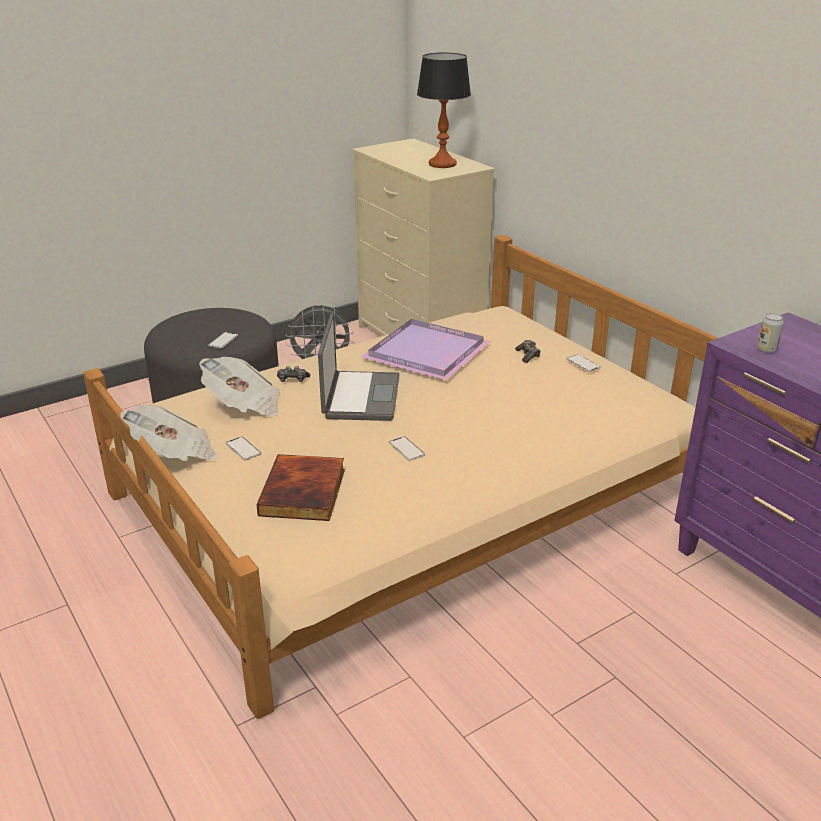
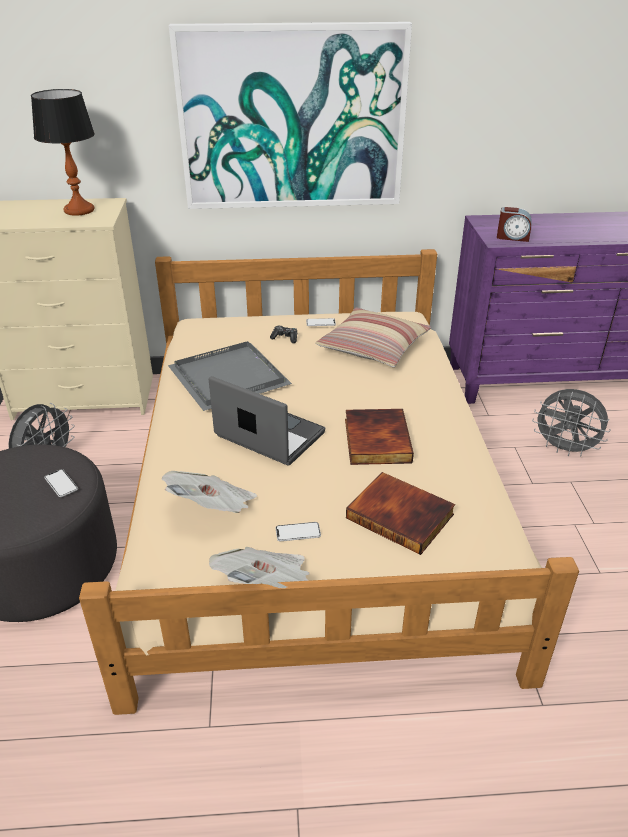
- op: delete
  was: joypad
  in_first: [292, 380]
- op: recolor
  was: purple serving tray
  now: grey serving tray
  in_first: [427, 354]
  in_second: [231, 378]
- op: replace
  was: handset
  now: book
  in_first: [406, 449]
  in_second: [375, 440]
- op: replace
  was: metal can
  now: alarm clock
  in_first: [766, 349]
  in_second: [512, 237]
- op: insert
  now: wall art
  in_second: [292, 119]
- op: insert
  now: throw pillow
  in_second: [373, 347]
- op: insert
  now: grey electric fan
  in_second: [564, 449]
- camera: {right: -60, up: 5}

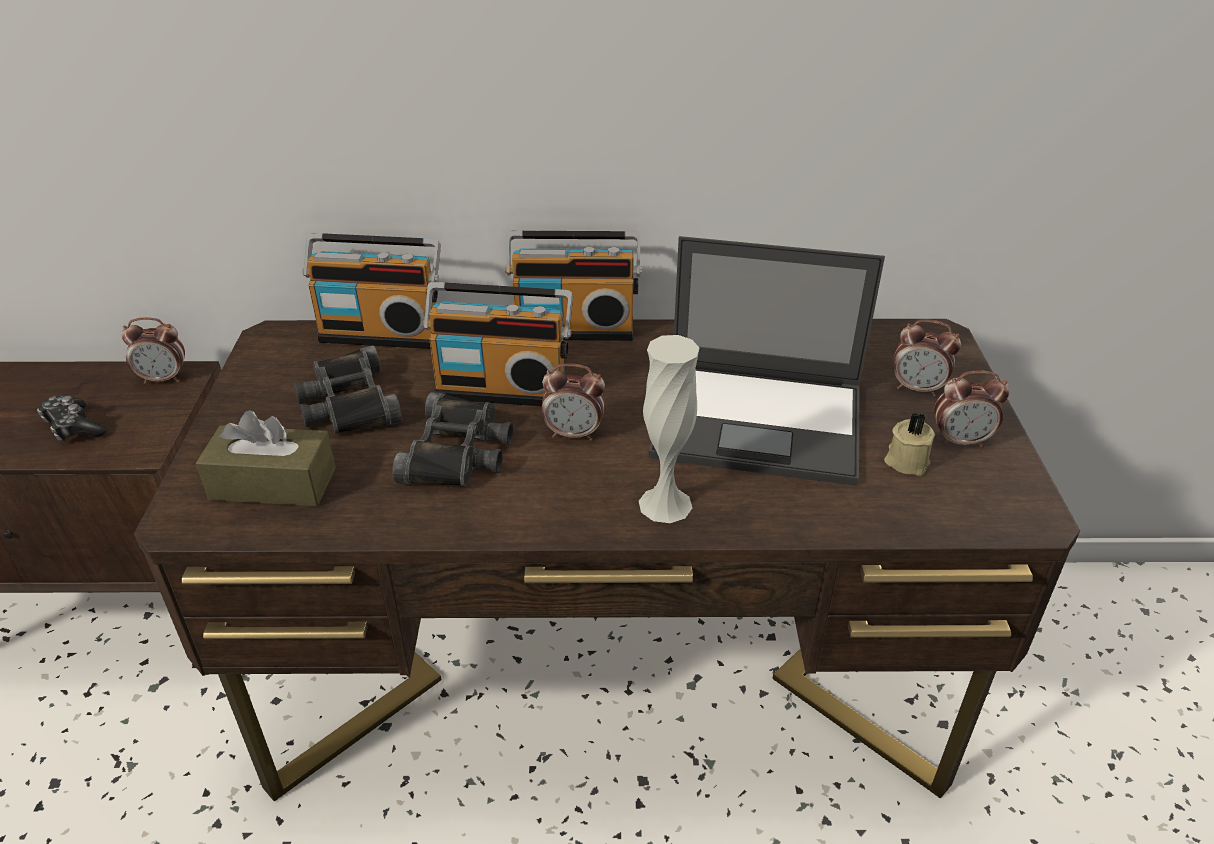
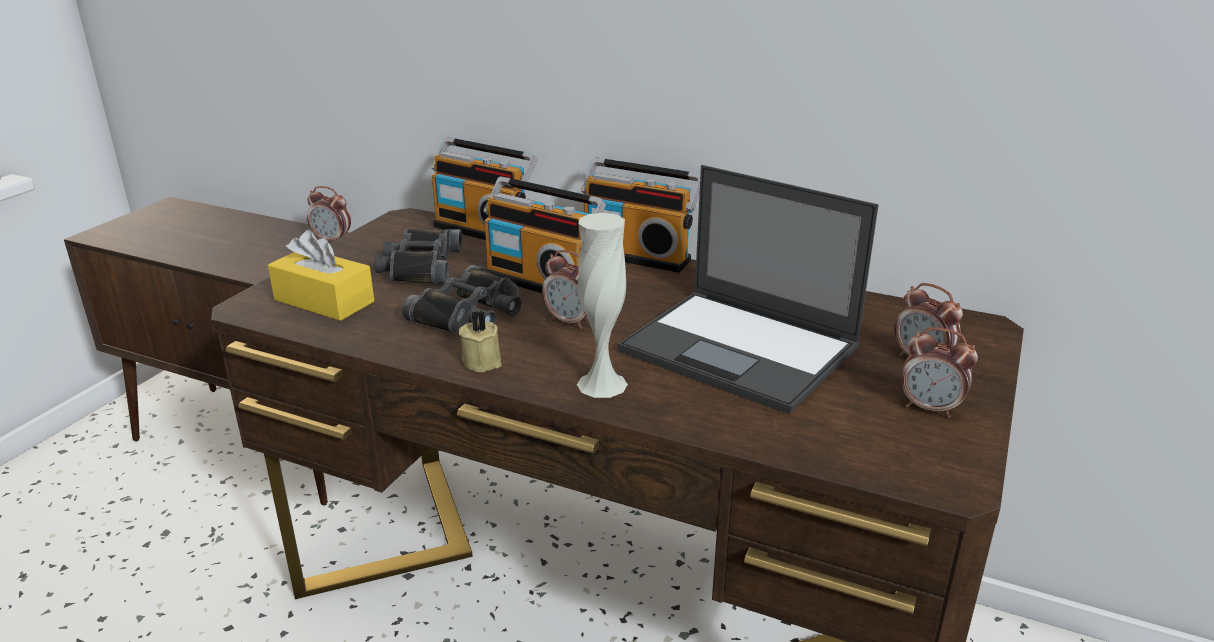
- op: delete
  was: joypad
  in_first: [74, 427]
- op: recolor
  was: brownish tissue holder
  now: yellow-coloured tissue holder
  in_first: [273, 483]
  in_second: [324, 301]
- op: move
  was: beige candle
  in_first: [906, 460]
  in_second: [483, 361]
- camera: {right: 25, up: -10}

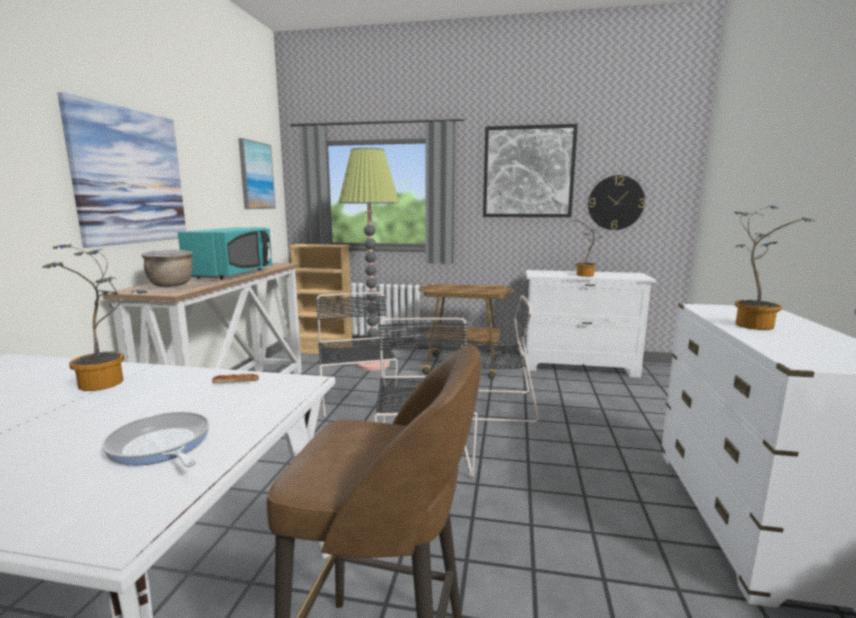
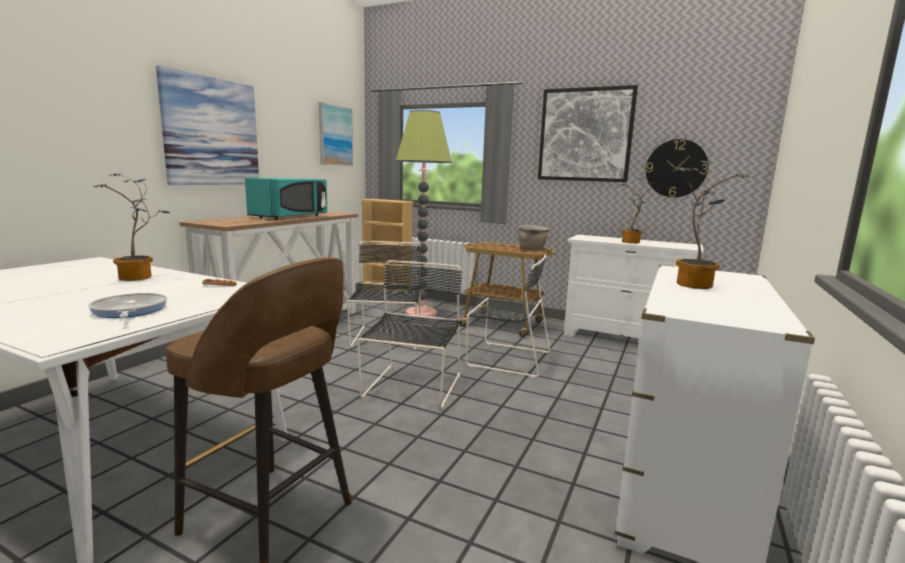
- op: move
  was: brownish cooking pot
  in_first: [171, 285]
  in_second: [532, 249]
- camera: {right: 15, up: 0}

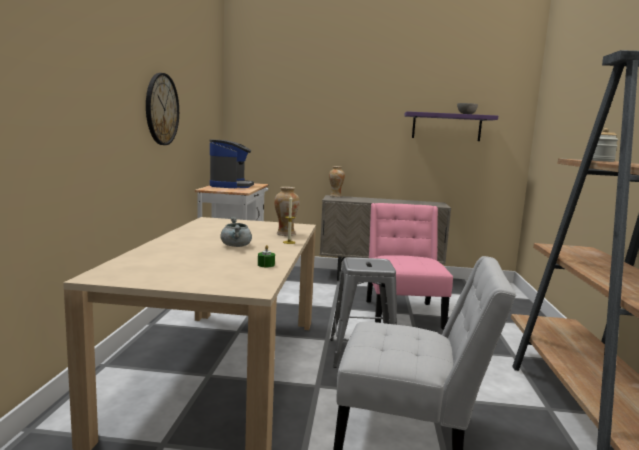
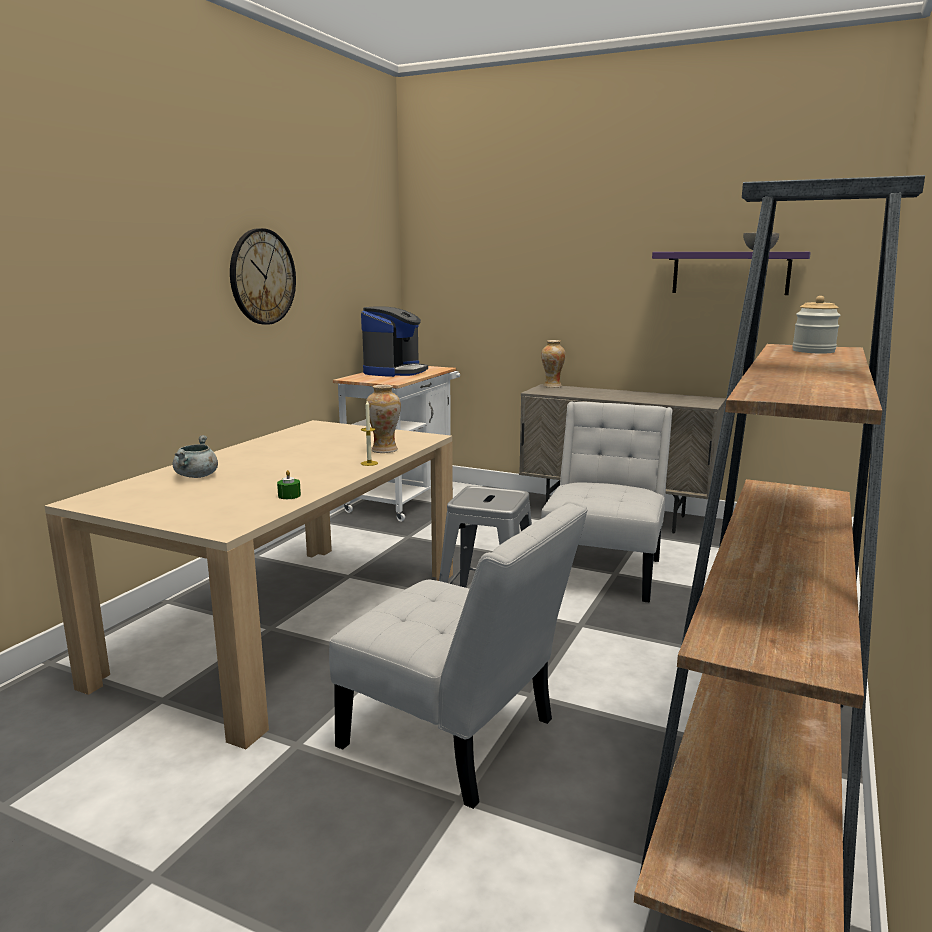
- op: move
  was: grey cooking pot
  in_first: [236, 246]
  in_second: [197, 476]
- op: recolor
  was: pink-coloured plain chair
  now: whitish plain chair
  in_first: [403, 312]
  in_second: [604, 570]
- camera: {right: 20, up: 5}

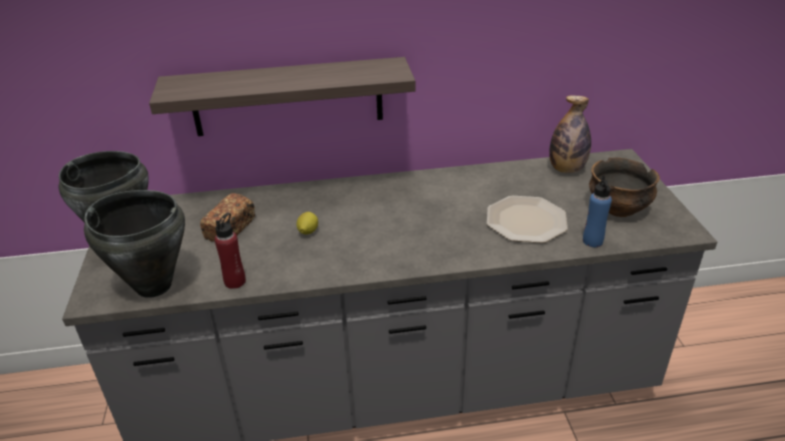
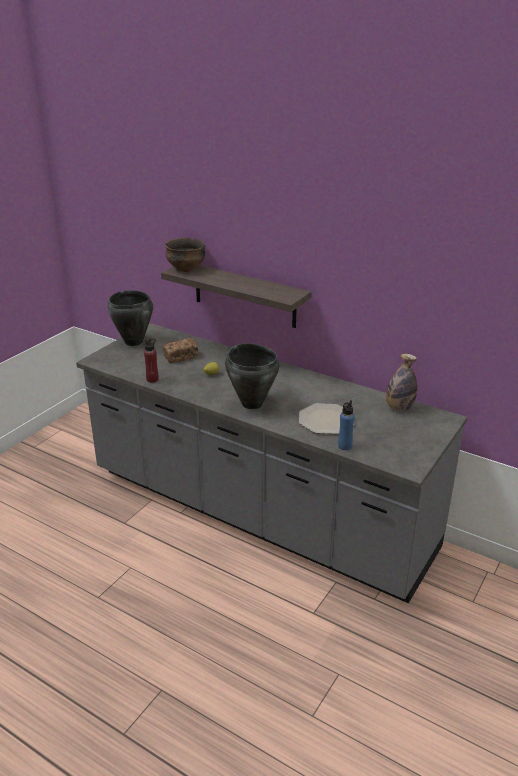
- op: move
  was: black cooking pot
  in_first: [153, 285]
  in_second: [252, 403]
- op: move
  was: deep dish
  in_first: [618, 208]
  in_second: [186, 268]
- camera: {right: 40, up: -5}

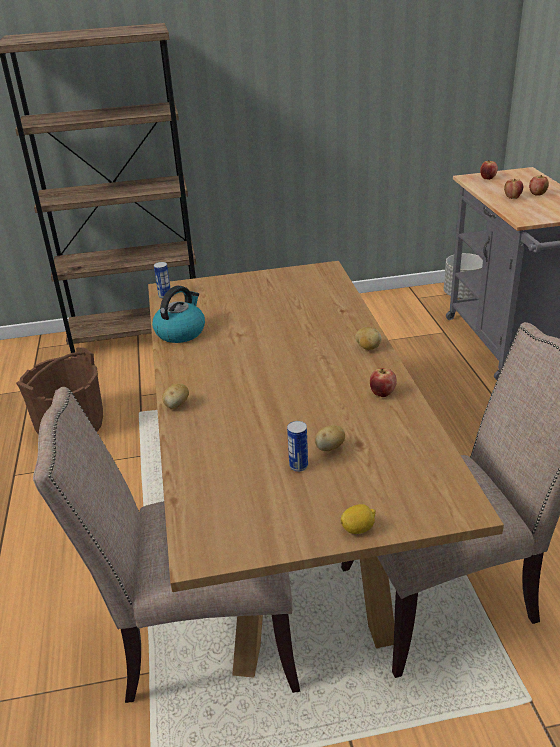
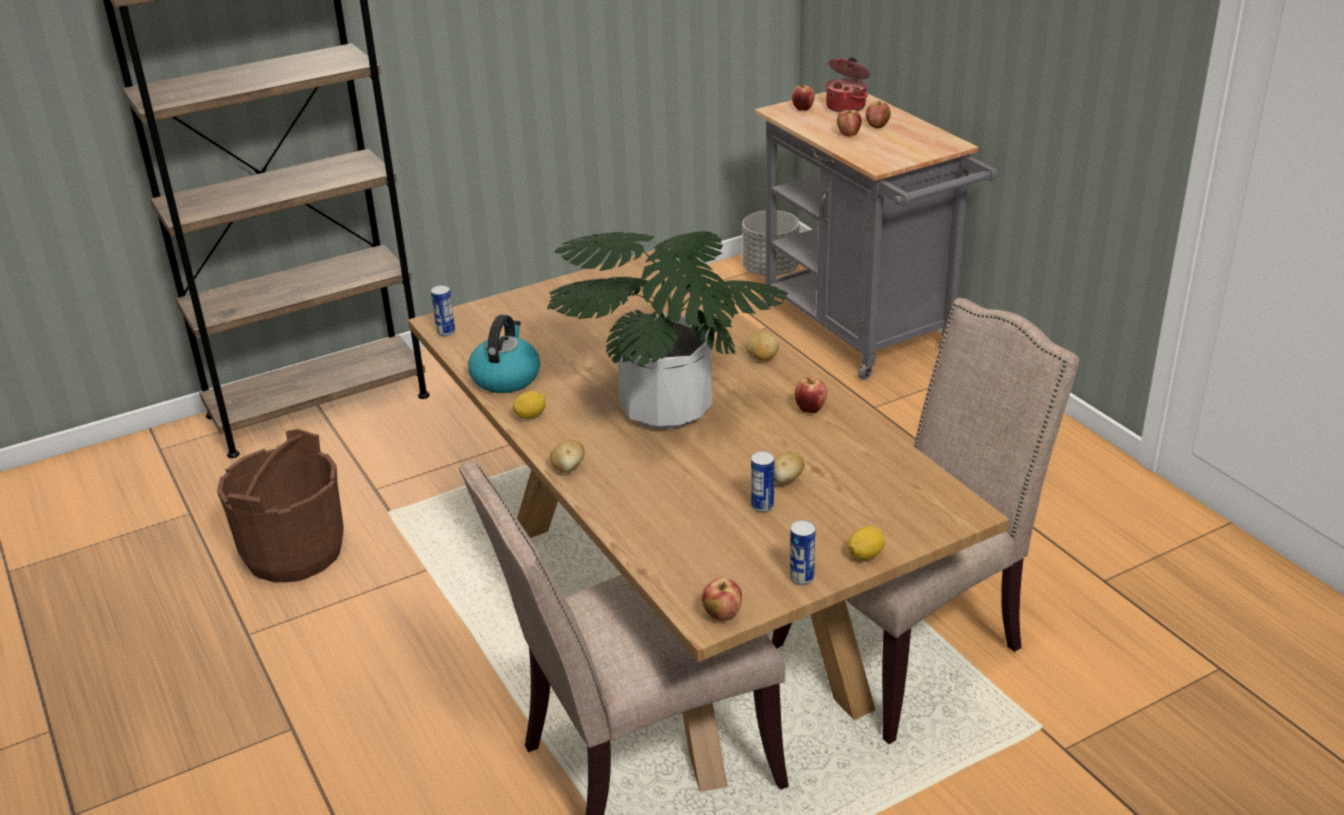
- op: insert
  now: whole lemon
  in_second: [530, 415]
- op: insert
  now: houseplant
  in_second: [667, 409]
- op: insert
  now: apple
  in_second: [722, 615]
- op: insert
  now: metal can
  in_second: [801, 578]
- op: insert
  now: cooking pot
  in_second: [846, 106]
- camera: {right: -20, up: 0}

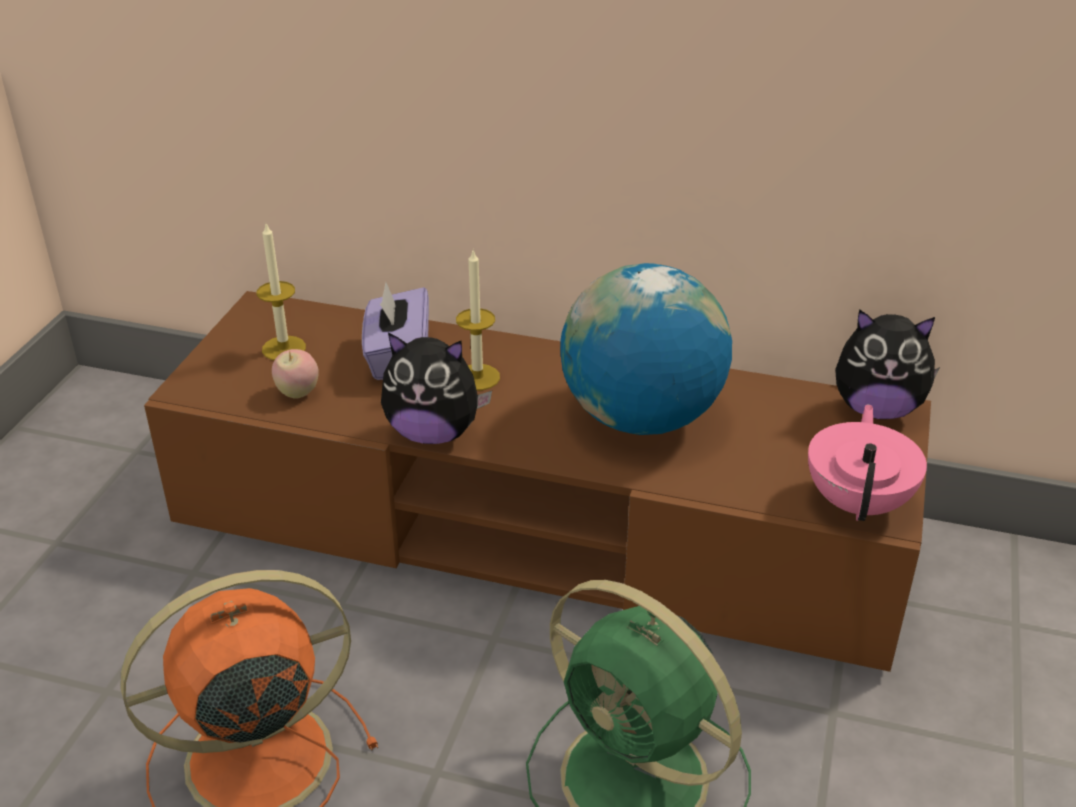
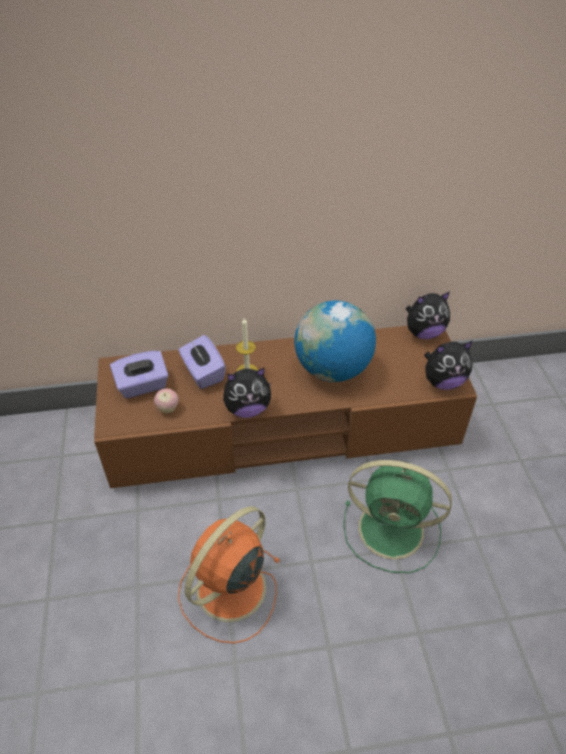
- op: replace
  was: candle
  now: purple tissue holder
  in_first: [284, 348]
  in_second: [143, 386]
- op: replace
  was: pink-coloured tea pot
  now: soft toy
  in_first: [859, 502]
  in_second: [443, 382]
- camera: {right: -25, up: 10}

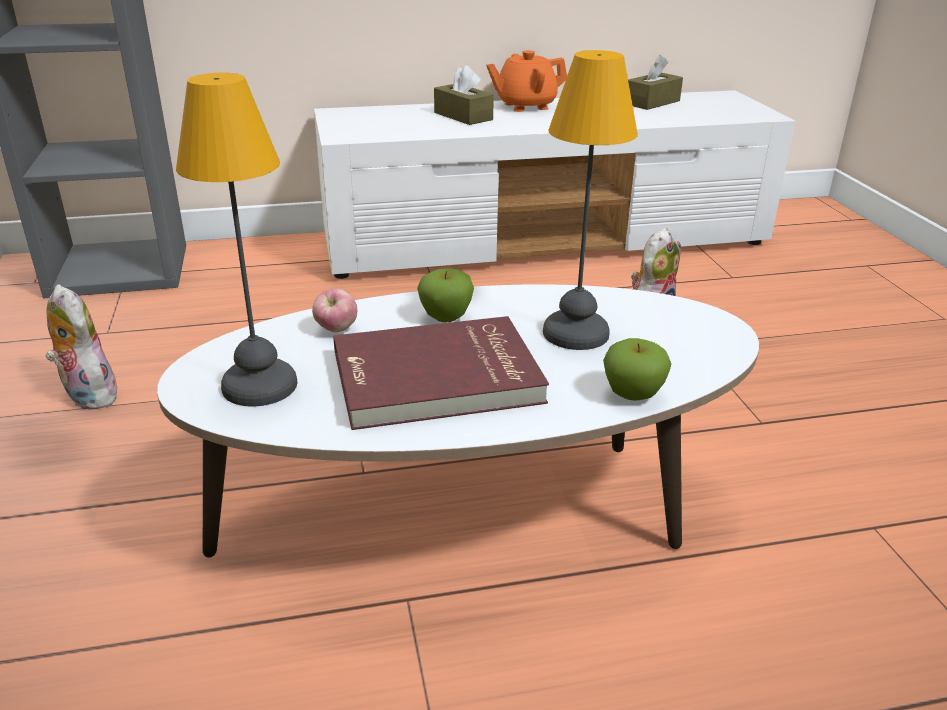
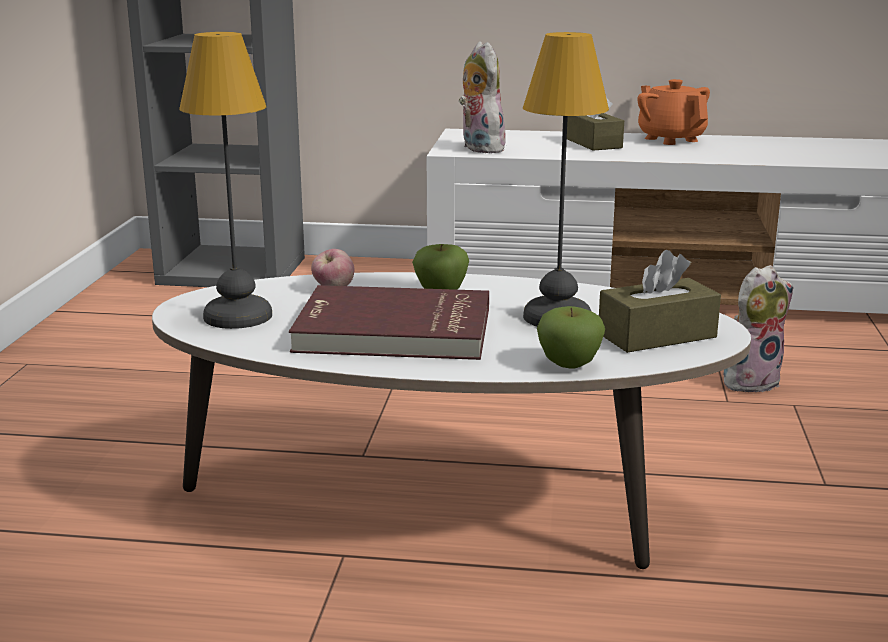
- op: move
  was: soft toy
  in_first: [87, 396]
  in_second: [479, 148]
- op: rotate
  was: orange tea pot
  in_first: [525, 106]
  in_second: [671, 139]
  clockwise: 60
- op: move
  was: brownish tissue holder
  in_first: [652, 102]
  in_second: [657, 335]
- camera: {right: 20, up: -10}

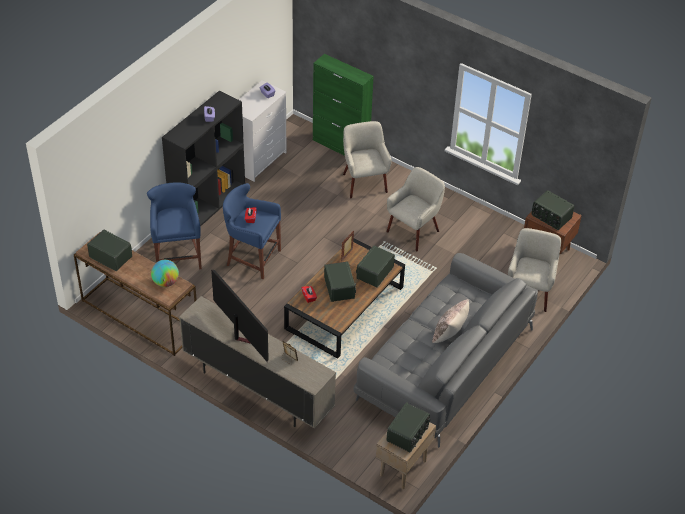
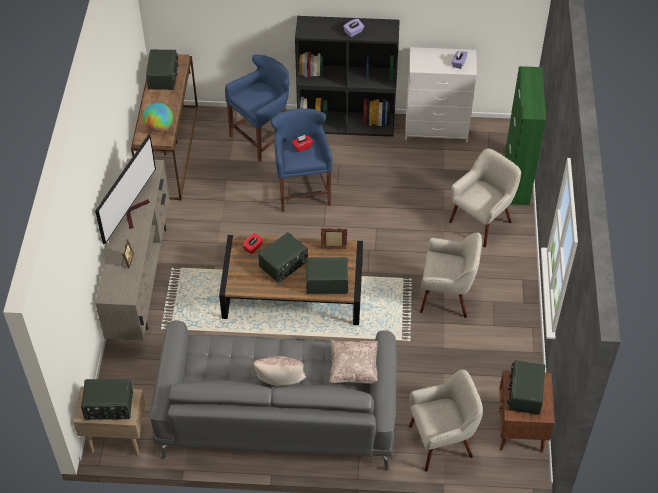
- op: insert
  now: beige throw pillow
  in_second: [354, 369]
- camera: {right: 60, up: 5}

